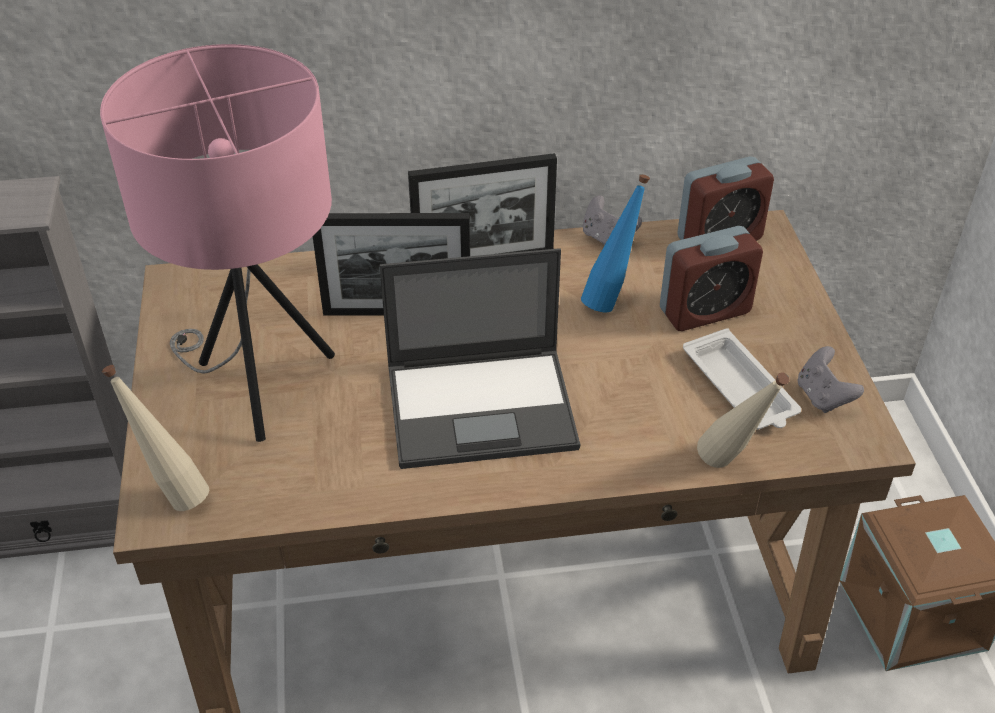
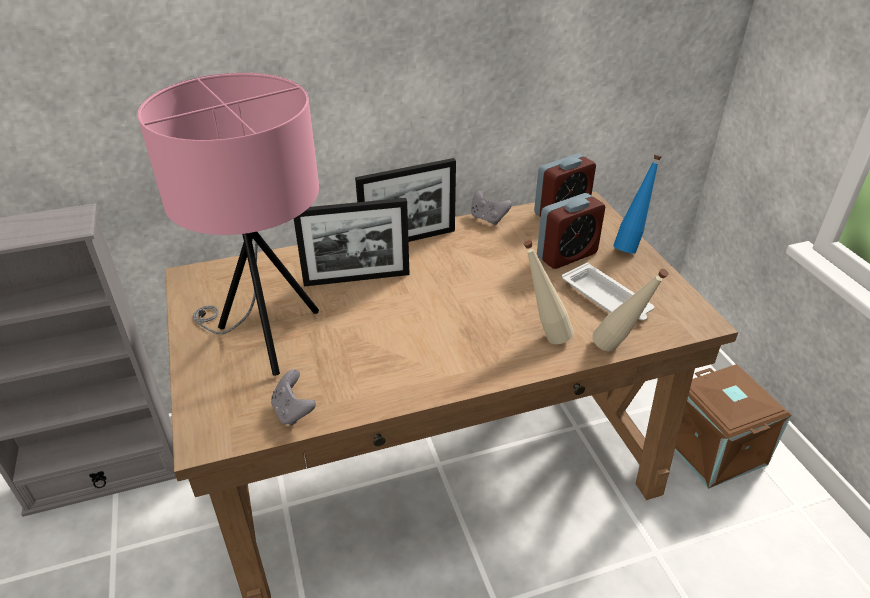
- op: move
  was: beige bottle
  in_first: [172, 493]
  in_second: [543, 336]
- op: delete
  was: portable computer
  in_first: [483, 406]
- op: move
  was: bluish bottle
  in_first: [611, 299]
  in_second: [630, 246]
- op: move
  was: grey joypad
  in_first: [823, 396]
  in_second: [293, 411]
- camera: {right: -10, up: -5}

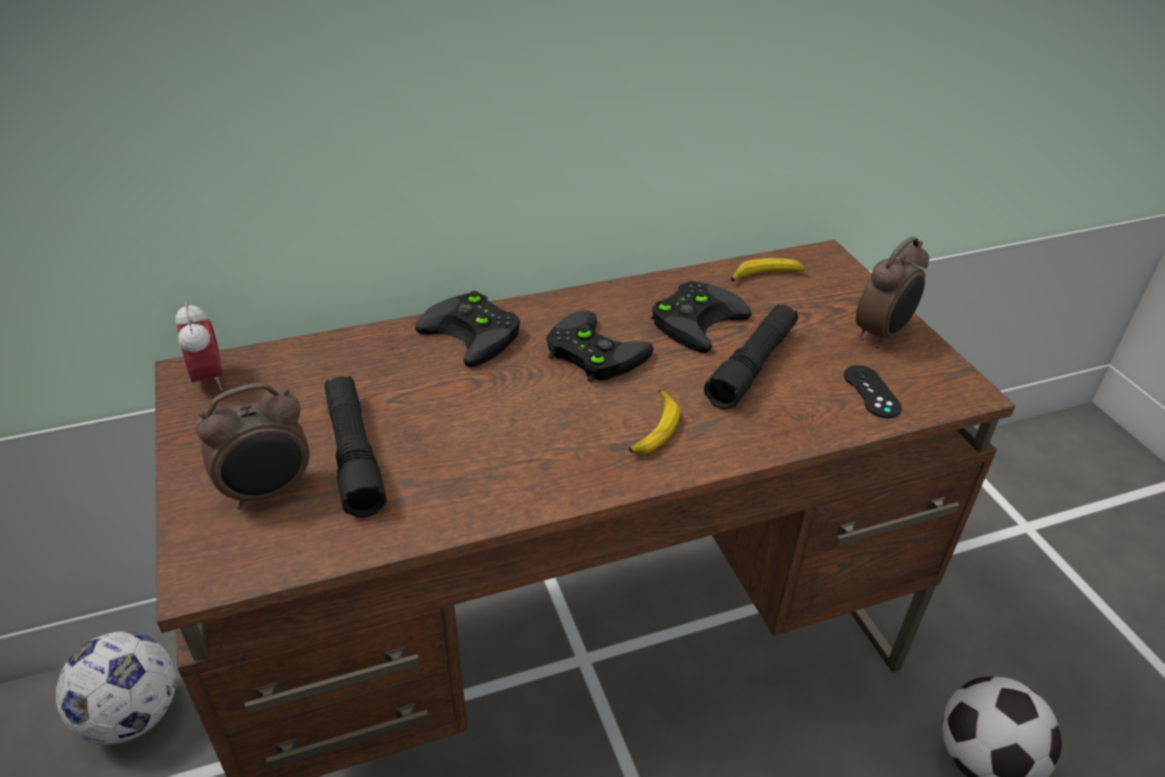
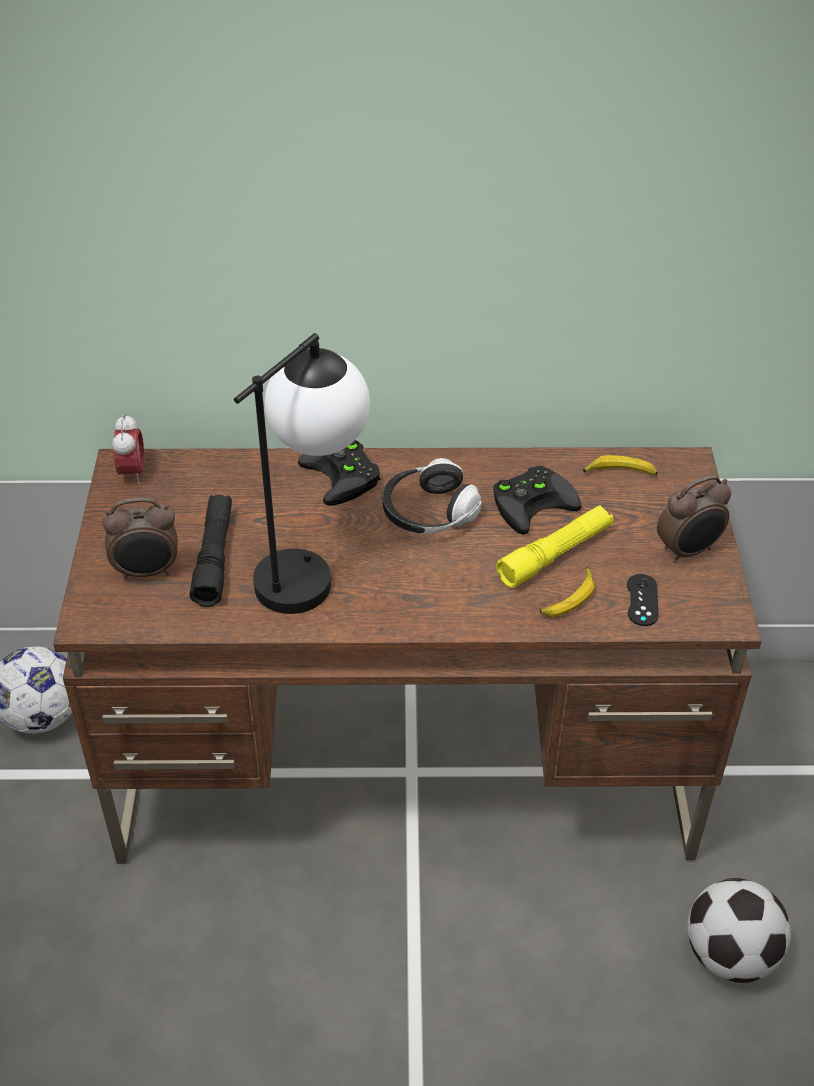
- op: replace
  was: black joypad
  now: headset
  in_first: [591, 352]
  in_second: [428, 513]
- op: move
  was: banana
  in_first: [653, 429]
  in_second: [568, 598]
- op: recolor
  was: black flashlight
  now: yellow-coloured flashlight
  in_first: [752, 366]
  in_second: [555, 554]
- op: insert
  now: lamp for a table
  in_second: [311, 566]
- camera: {right: 20, up: 5}

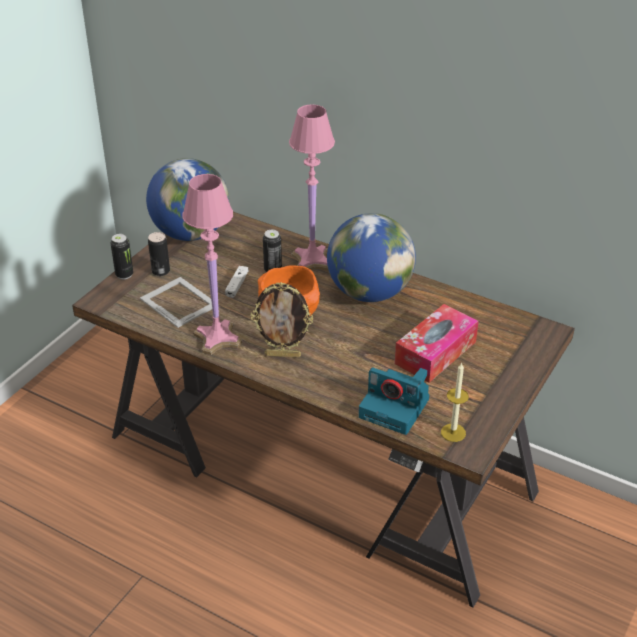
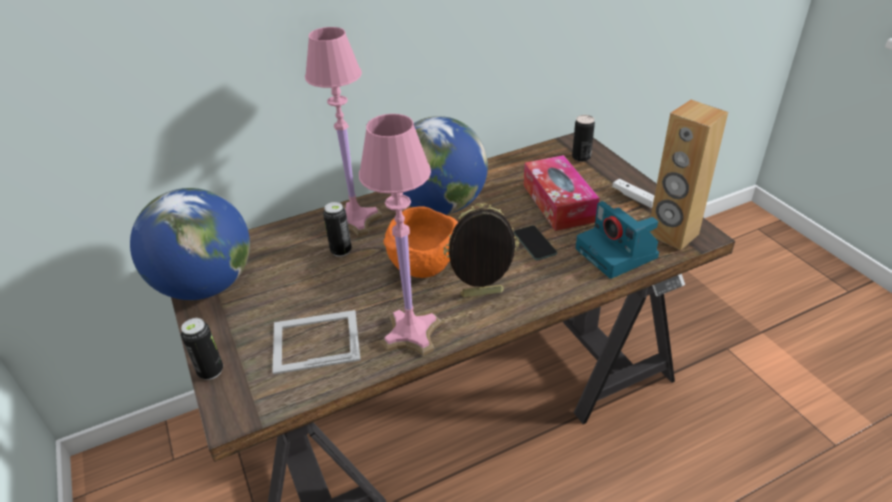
- op: move
  was: metal can
  in_first: [161, 271]
  in_second: [581, 157]
- op: move
  was: whitish joypad
  in_first: [237, 285]
  in_second: [633, 197]
- op: rotate
  was: picture frame
  in_first: [283, 355]
  in_second: [482, 295]
  clockwise: -135
- op: rotate
  was: photo camera
  in_first: [396, 408]
  in_second: [618, 253]
  clockwise: 90
- op: replace
  was: candle
  now: brownish loudspeaker
  in_first: [453, 432]
  in_second: [672, 234]
- op: insert
  now: handset
  in_second: [534, 243]
- camera: {right: -55, up: 0}

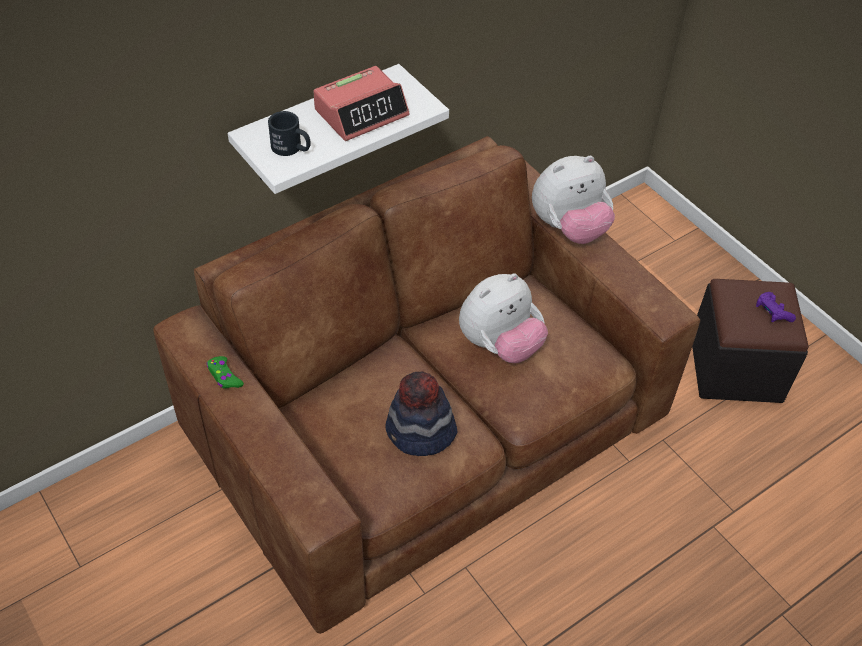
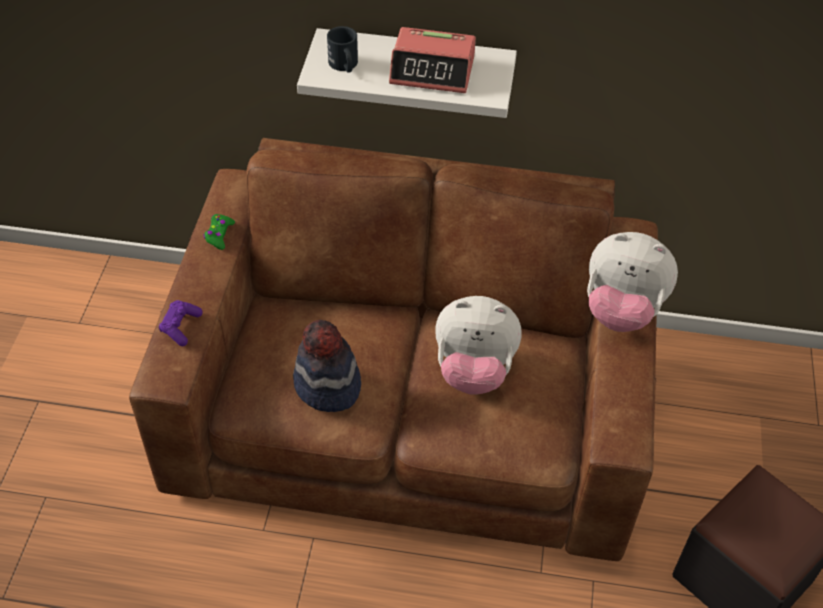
- op: move
  was: purple joypad
  in_first: [772, 312]
  in_second: [180, 327]
- camera: {right: 45, up: 0}

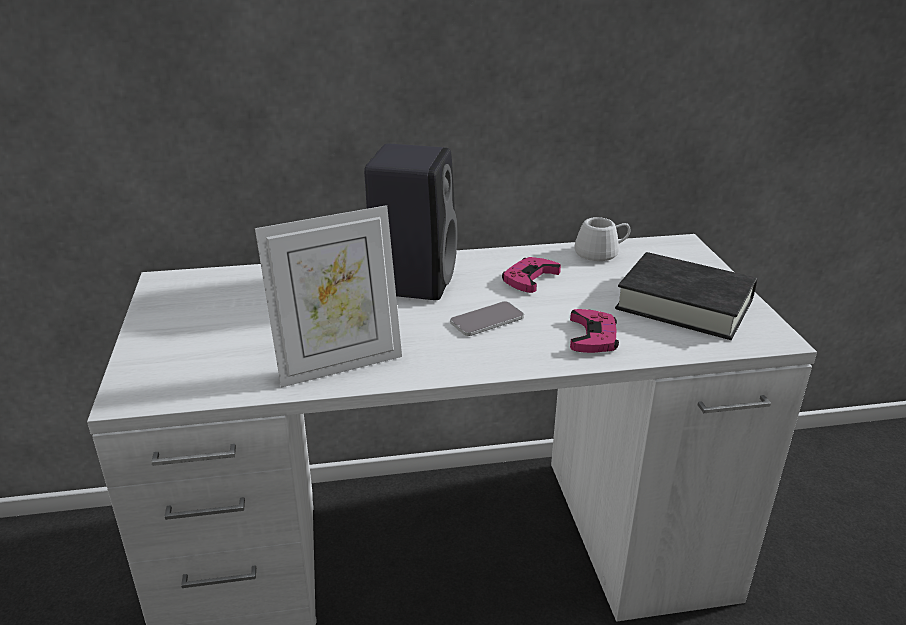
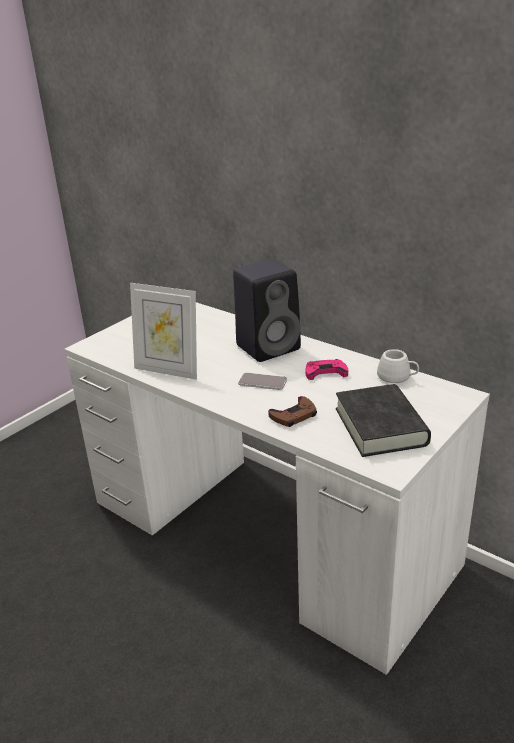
- op: recolor
  was: pink-coloured joypad
  now: brownish joypad
  in_first: [593, 337]
  in_second: [294, 415]
- camera: {right: 50, up: 0}

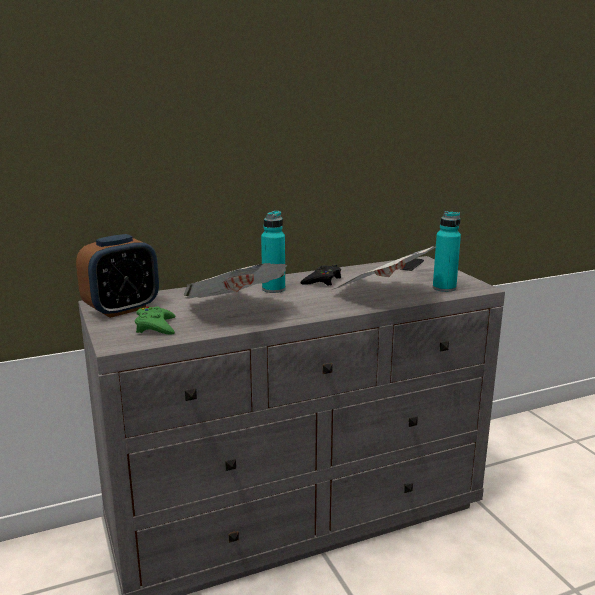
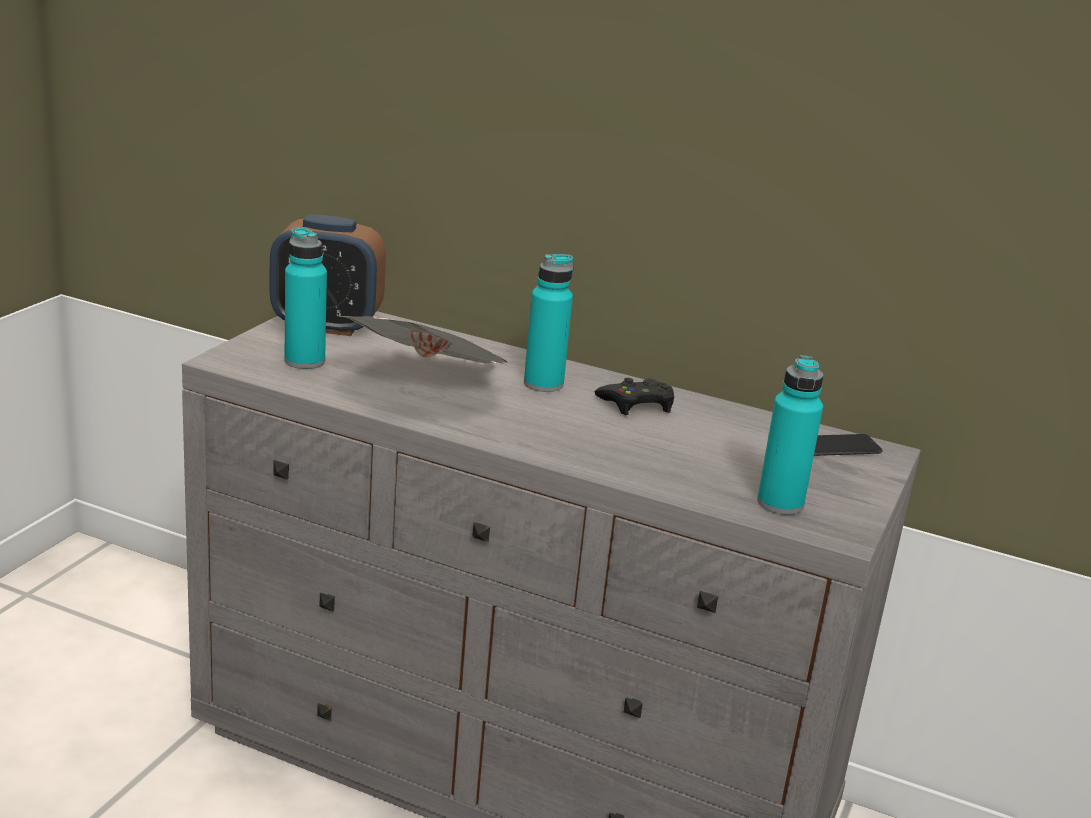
- op: replace
  was: green joypad
  now: turquoise bottle
  in_first: [156, 326]
  in_second: [304, 361]
- op: delete
  was: newspaper
  in_first: [381, 294]
- camera: {right: 45, up: 5}

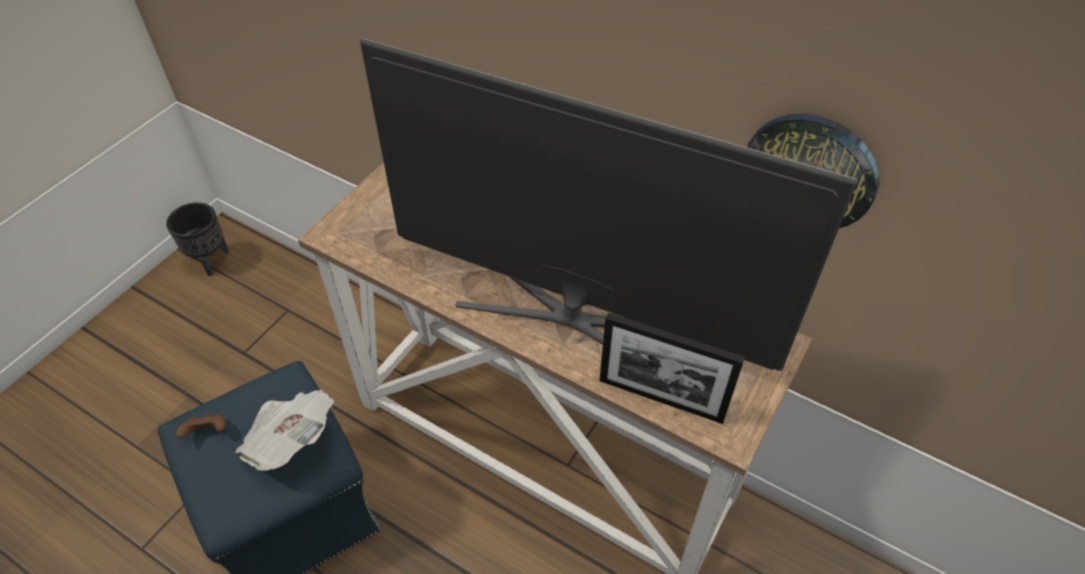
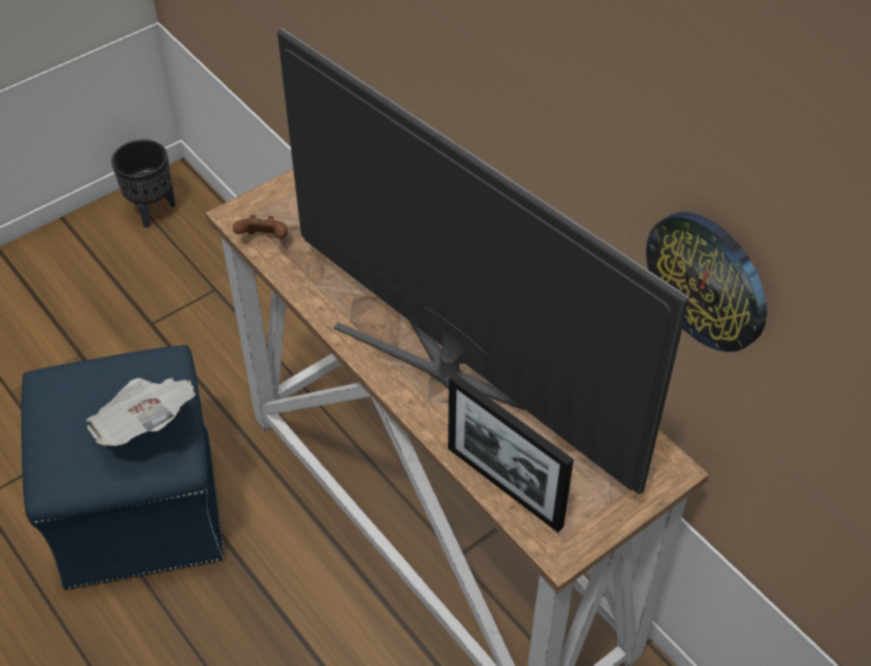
- op: move
  was: brownish joypad
  in_first: [208, 432]
  in_second: [264, 240]
- camera: {right: 20, up: 0}

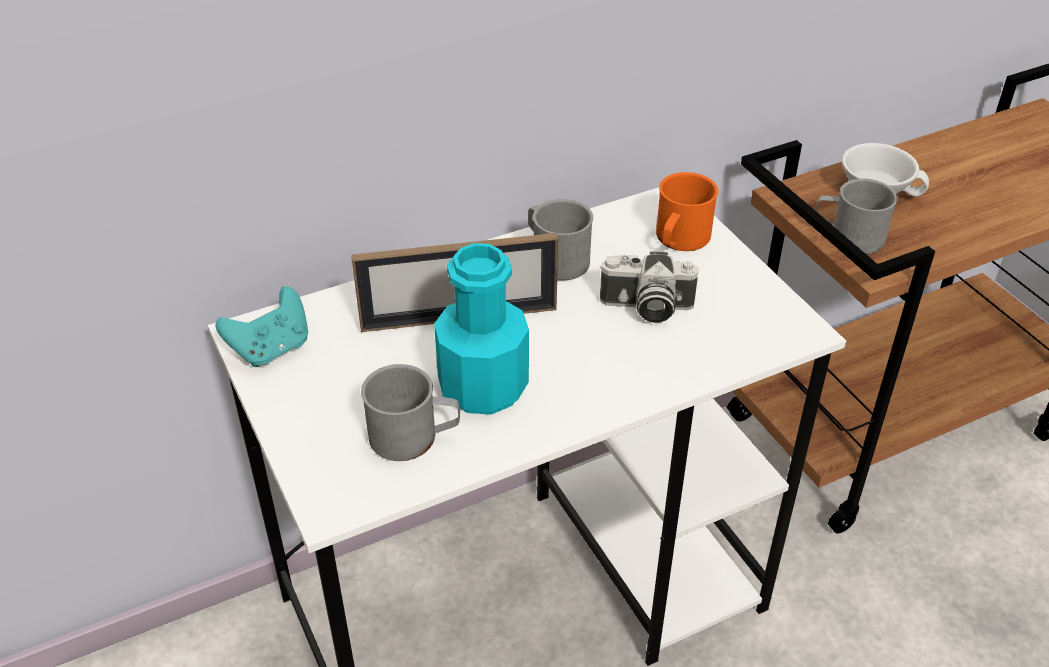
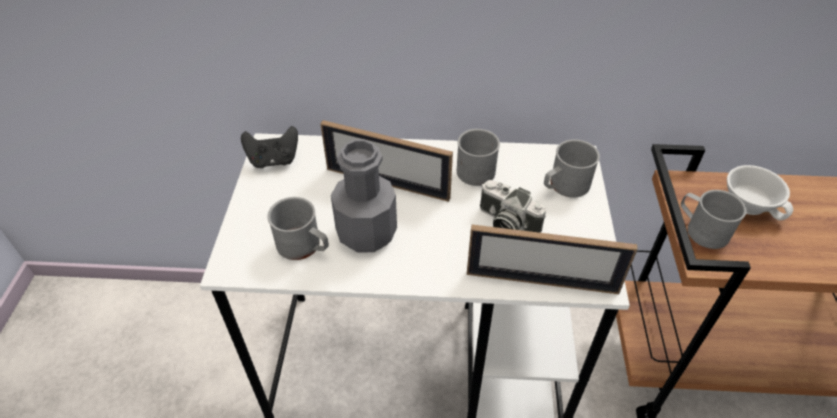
- op: recolor
  was: turquoise joypad
  now: black joypad
  in_first: [271, 349]
  in_second: [274, 160]
- op: recolor
  was: turquoise bottle
  now: grey bottle
  in_first: [483, 387]
  in_second: [366, 233]
- op: recolor
  was: orange coffee mug
  now: grey coffee mug
  in_first: [679, 240]
  in_second: [564, 186]
- op: insert
  now: picture frame
  in_second: [541, 281]
- camera: {right: 30, up: 5}

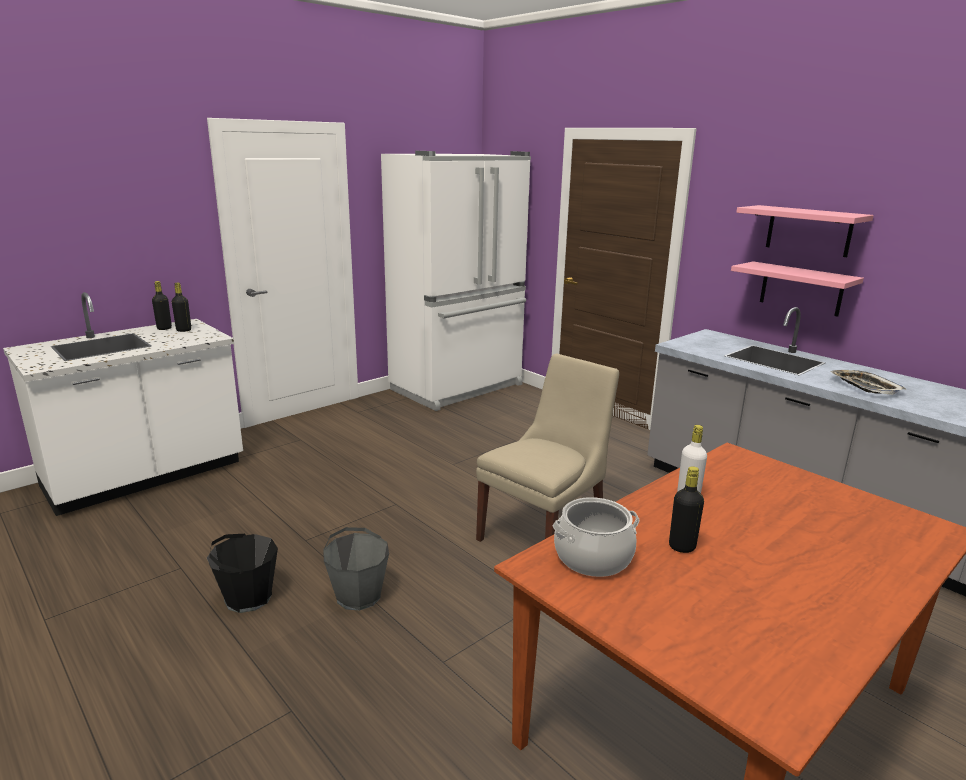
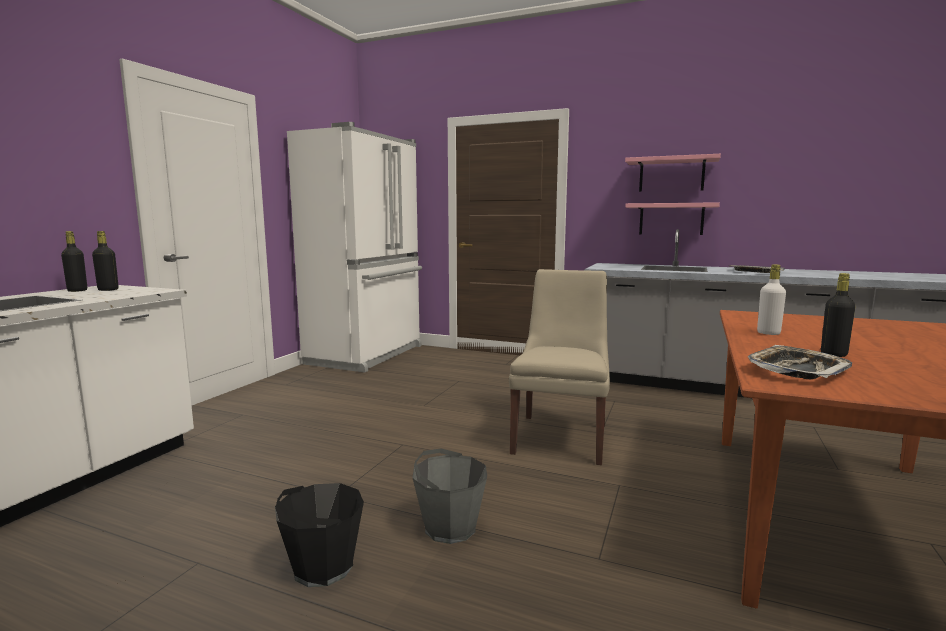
- op: replace
  was: cooking pot
  now: serving tray
  in_first: [593, 557]
  in_second: [797, 369]
- camera: {right: -25, up: -10}

